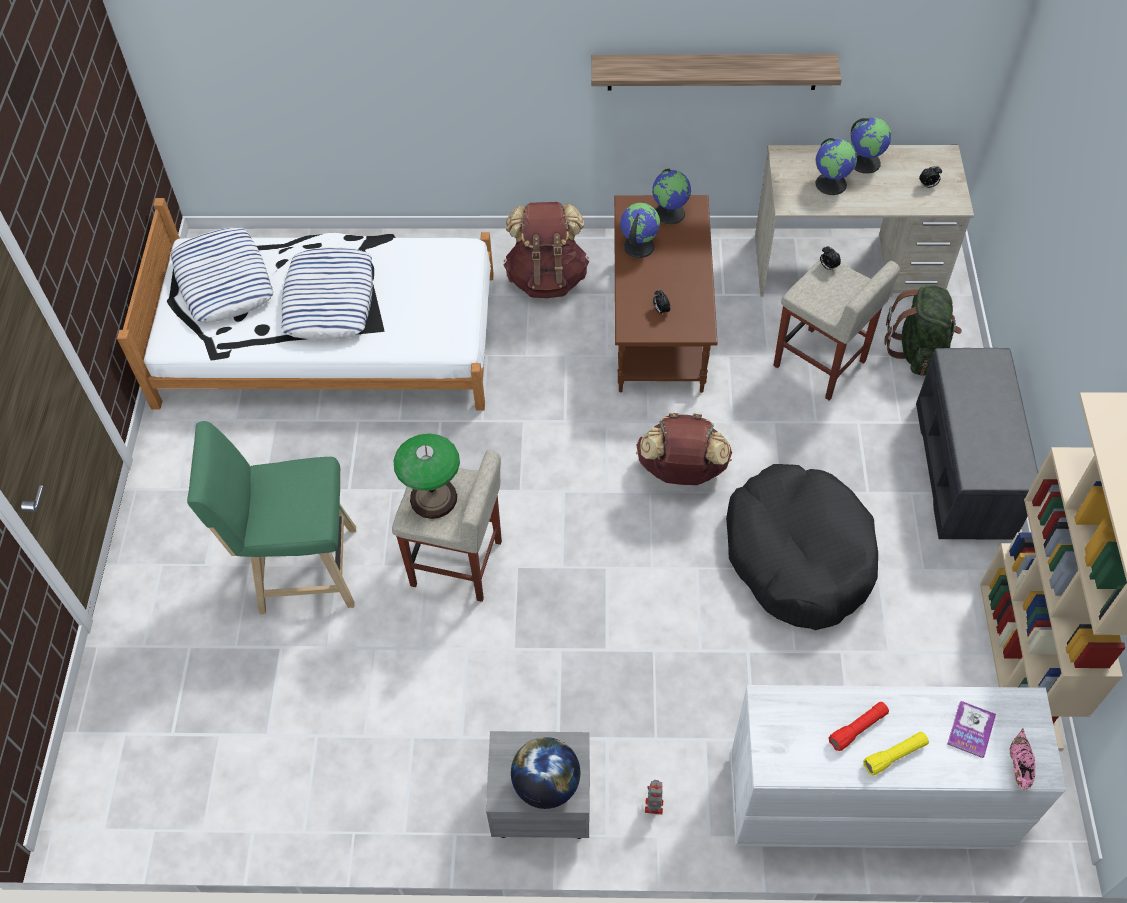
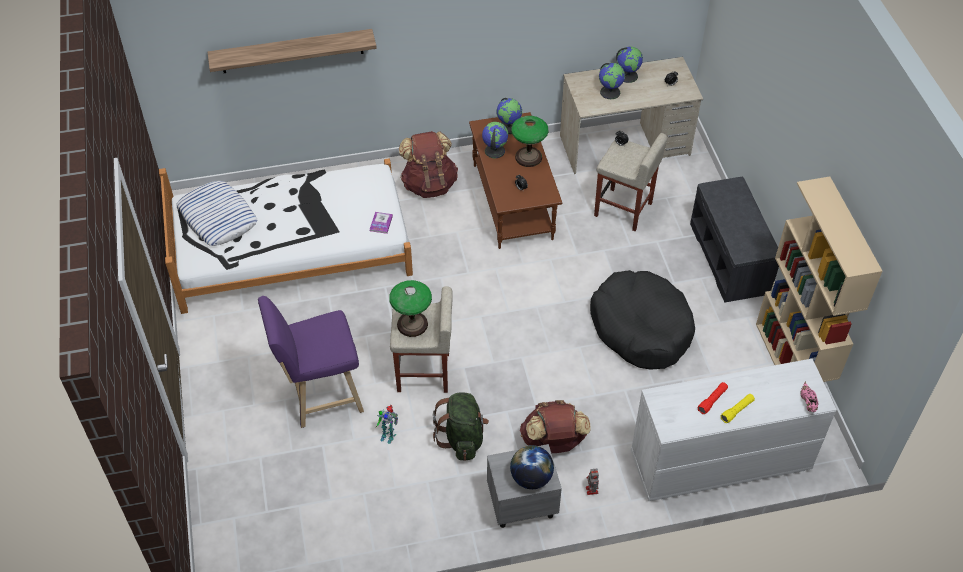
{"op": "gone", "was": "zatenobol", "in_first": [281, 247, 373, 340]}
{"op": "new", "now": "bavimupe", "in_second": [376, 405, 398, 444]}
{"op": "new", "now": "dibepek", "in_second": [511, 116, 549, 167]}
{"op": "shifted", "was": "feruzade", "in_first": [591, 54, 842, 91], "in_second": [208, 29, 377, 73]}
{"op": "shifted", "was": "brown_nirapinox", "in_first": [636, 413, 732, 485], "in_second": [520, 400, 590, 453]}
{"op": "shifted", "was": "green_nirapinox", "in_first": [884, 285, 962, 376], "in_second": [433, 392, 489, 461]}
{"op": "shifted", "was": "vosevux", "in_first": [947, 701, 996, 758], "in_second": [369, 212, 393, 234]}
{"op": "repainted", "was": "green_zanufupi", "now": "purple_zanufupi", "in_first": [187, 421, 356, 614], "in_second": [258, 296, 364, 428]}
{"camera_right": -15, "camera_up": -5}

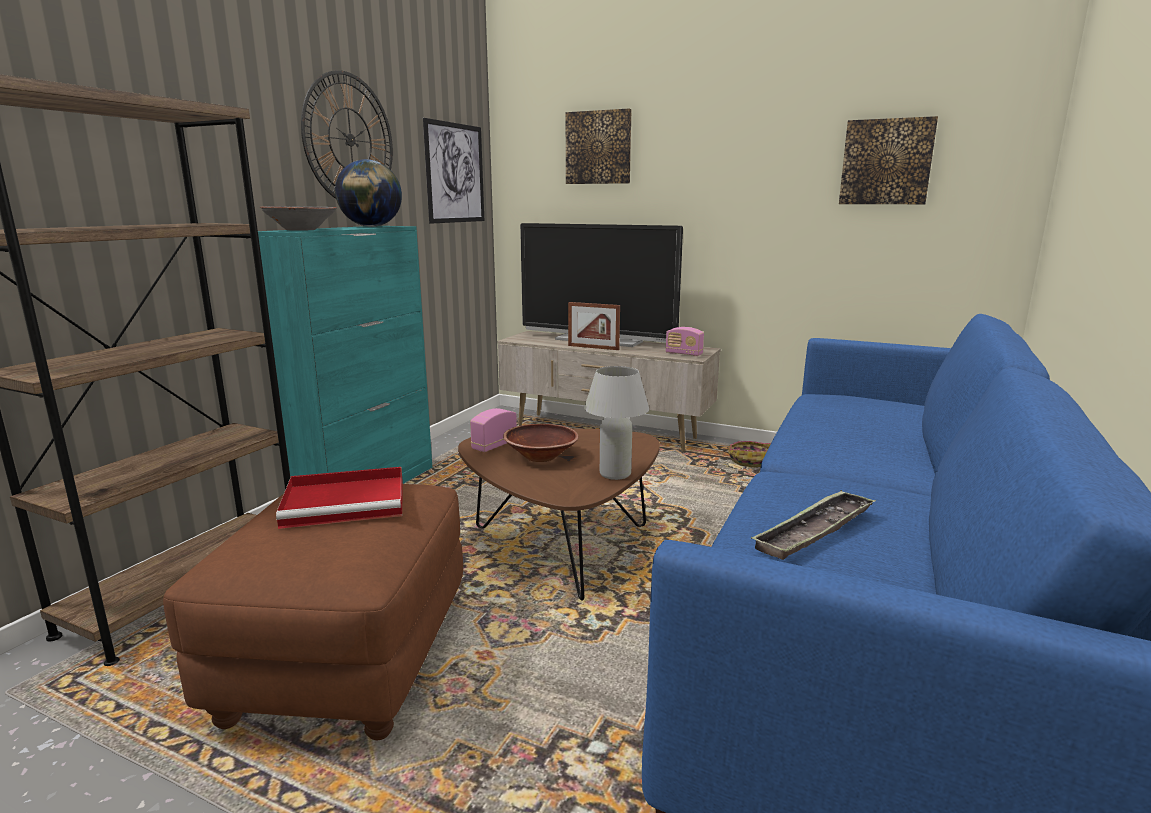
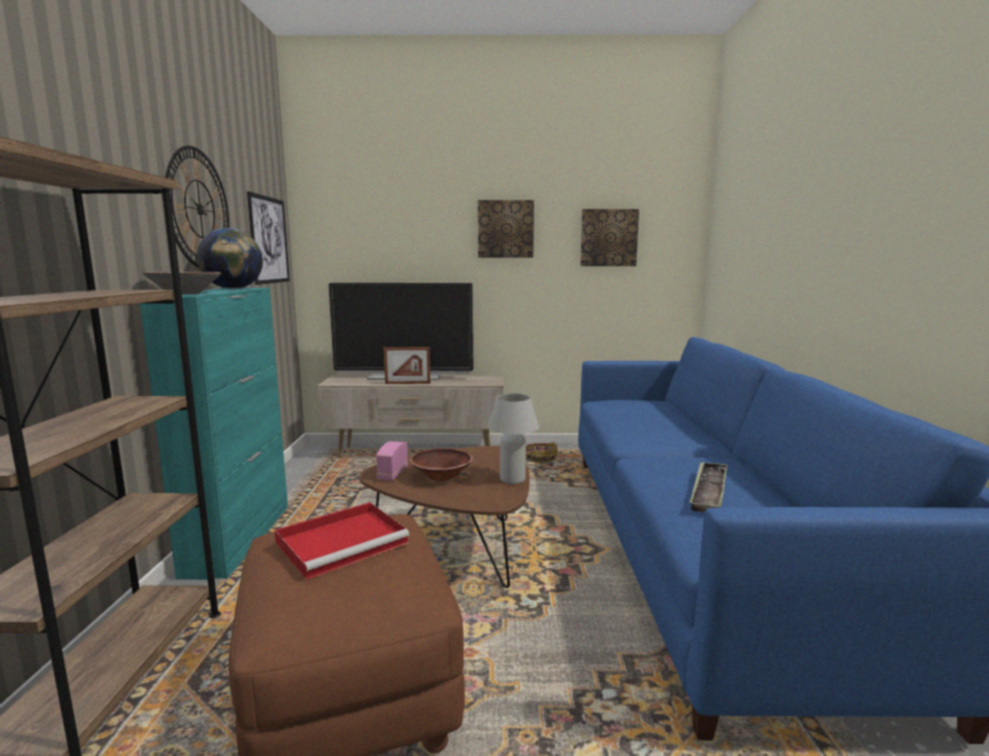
{"op": "gone", "was": "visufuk", "in_first": [665, 327, 704, 356]}
{"op": "shifted", "was": "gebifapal", "in_first": [566, 109, 632, 184], "in_second": [478, 200, 534, 258]}
{"camera_right": -25, "camera_up": -5}

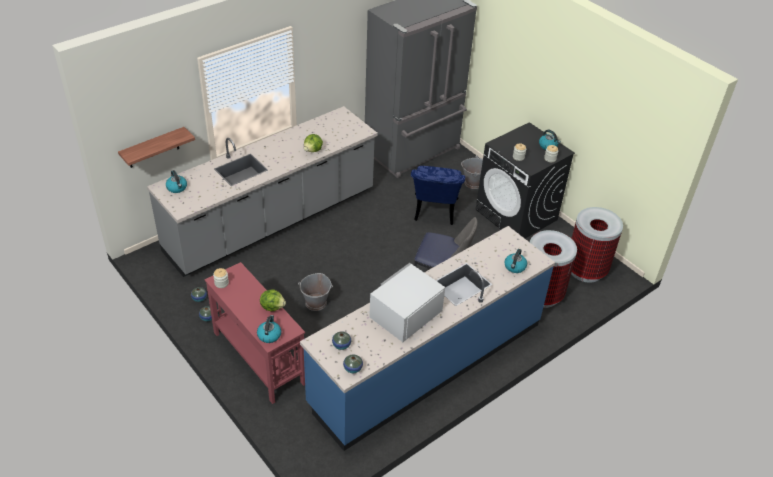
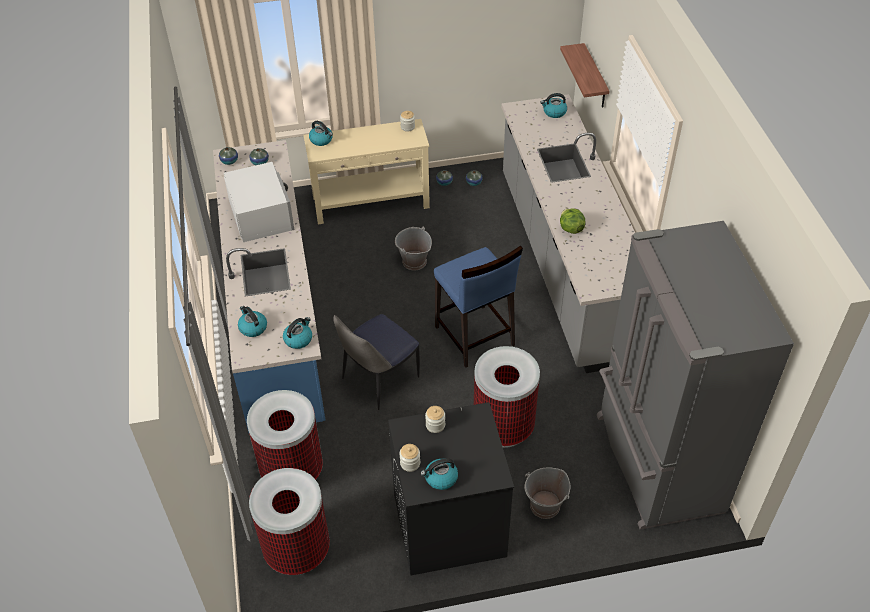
{"op": "gone", "was": "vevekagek", "in_first": [260, 289, 286, 311]}
{"op": "new", "now": "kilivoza", "in_second": [283, 317, 312, 349]}
{"op": "new", "now": "blue_zanufupi", "in_second": [434, 246, 523, 368]}
{"op": "swapped", "was": "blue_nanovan", "now": "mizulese", "in_first": [411, 166, 465, 225], "in_second": [474, 346, 540, 448]}
{"op": "repainted", "was": "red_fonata", "now": "beige_fonata", "in_first": [205, 262, 305, 404], "in_second": [304, 119, 430, 224]}
{"camera_right": 120, "camera_up": 5}

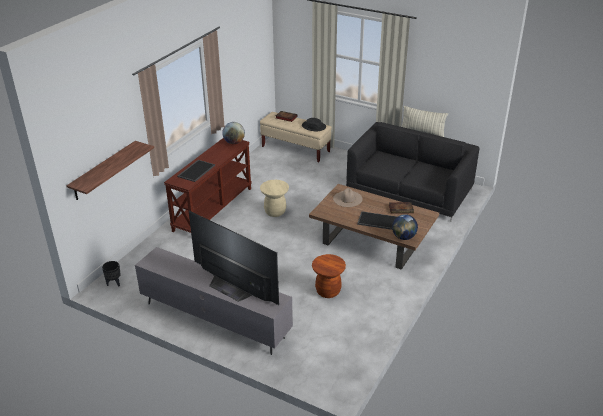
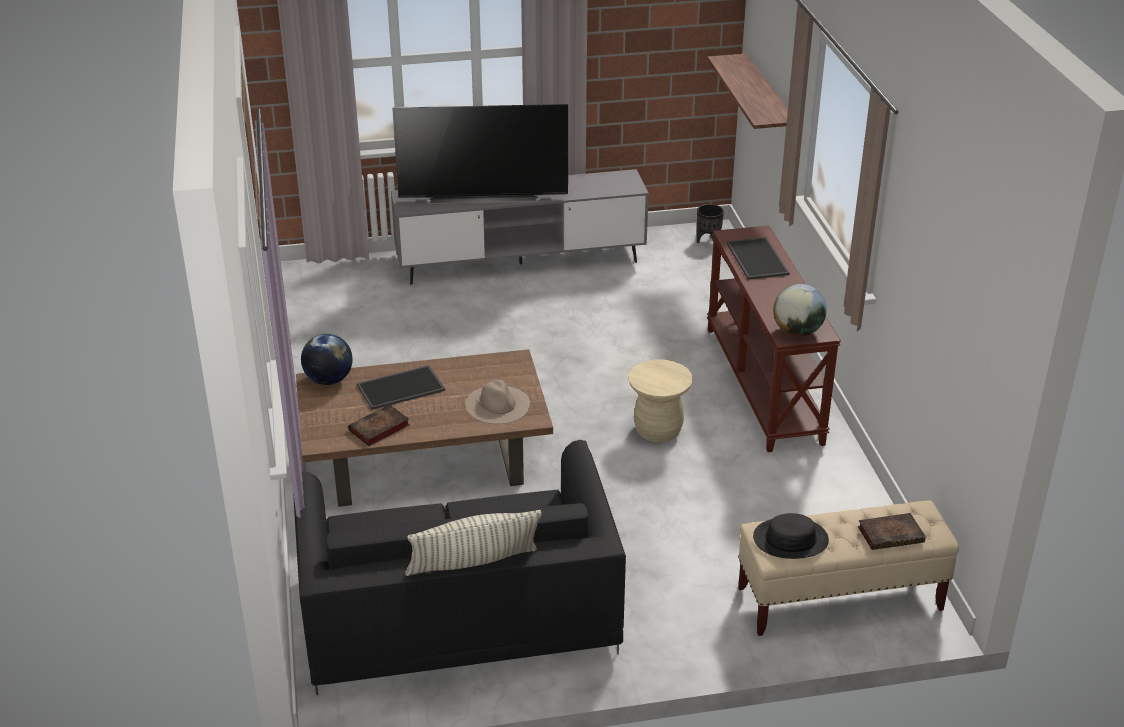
{"op": "gone", "was": "brown_zanufupi", "in_first": [312, 254, 346, 298]}
{"camera_right": 140, "camera_up": 0}

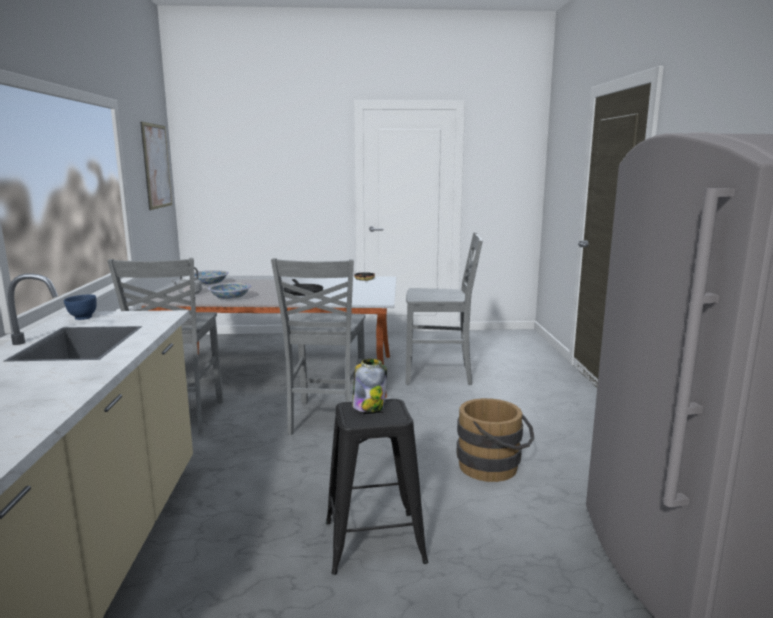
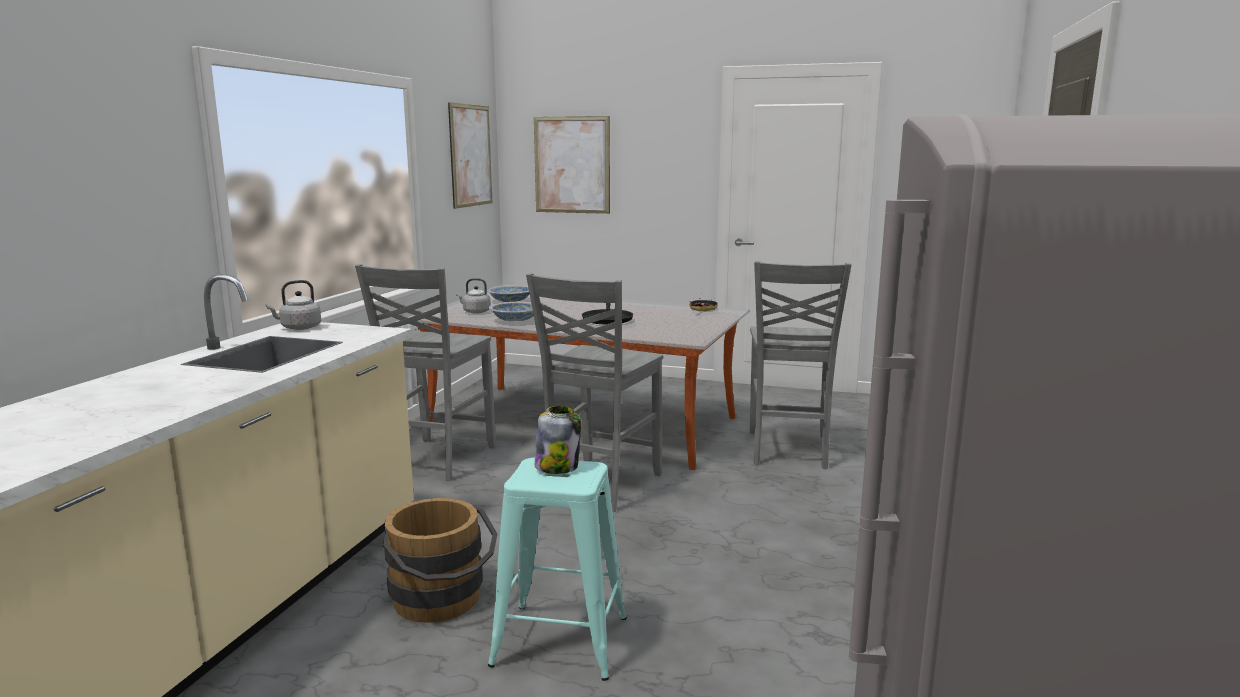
{"op": "new", "now": "gebifapal", "in_second": [534, 116, 610, 214]}
{"op": "shifted", "was": "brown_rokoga", "in_first": [456, 398, 535, 482], "in_second": [383, 498, 497, 623]}
{"op": "swapped", "was": "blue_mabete", "now": "grey_kilivoza", "in_first": [64, 295, 97, 320], "in_second": [266, 280, 321, 330]}
{"op": "repainted", "was": "black_zanufupi", "now": "turquoise_zanufupi", "in_first": [326, 399, 428, 575], "in_second": [488, 458, 627, 681]}
{"op": "rotated", "was": "grey_nanovan", "in_first": [406, 233, 483, 385], "in_second": [750, 261, 851, 469], "clockwise": 75}
{"camera_right": 20, "camera_up": 0}

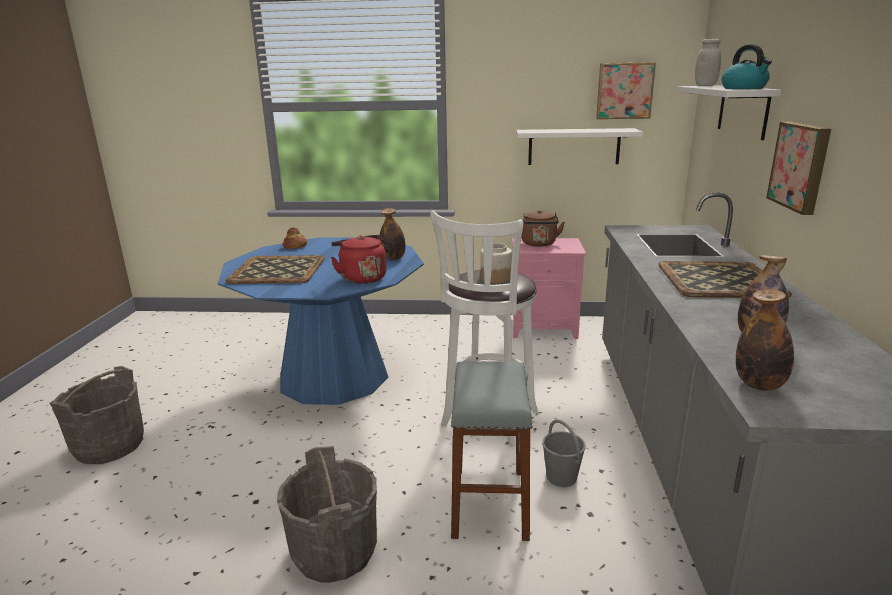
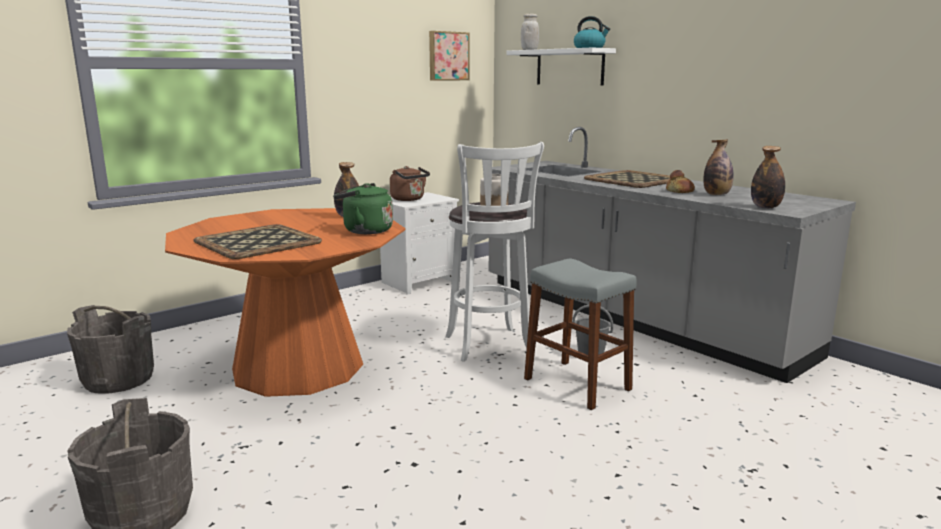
{"op": "gone", "was": "white_feruzade", "in_first": [516, 128, 643, 165]}
{"op": "gone", "was": "gebifapal", "in_first": [766, 122, 831, 215]}
{"op": "shifted", "was": "grey_rokoga", "in_first": [277, 446, 377, 583], "in_second": [67, 305, 154, 394]}
{"op": "shifted", "was": "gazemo", "in_first": [283, 227, 307, 249], "in_second": [666, 170, 695, 193]}
{"op": "repainted", "was": "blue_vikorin", "now": "orange_vikorin", "in_first": [218, 237, 424, 405], "in_second": [165, 208, 405, 397]}
{"op": "repainted", "was": "red_kilivoza", "now": "green_kilivoza", "in_first": [331, 235, 387, 284], "in_second": [333, 183, 393, 234]}
{"op": "repainted", "was": "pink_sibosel", "now": "white_sibosel", "in_first": [512, 238, 586, 339], "in_second": [380, 192, 459, 295]}
{"camera_right": -45, "camera_up": -5}

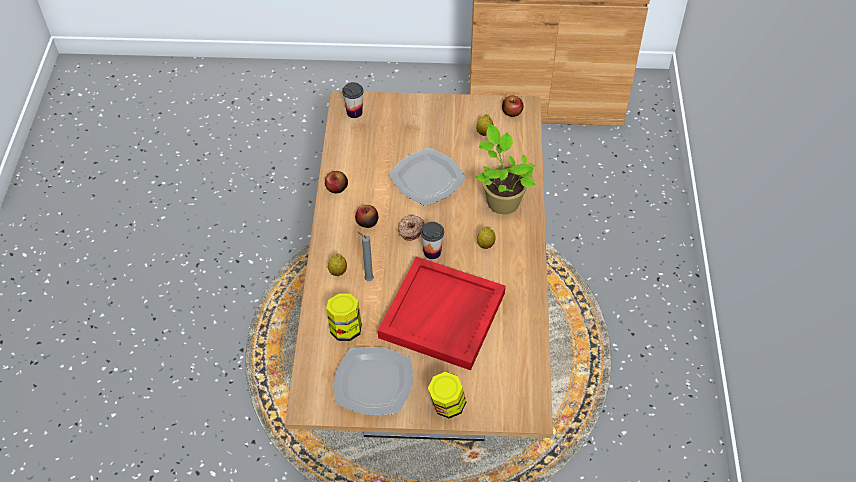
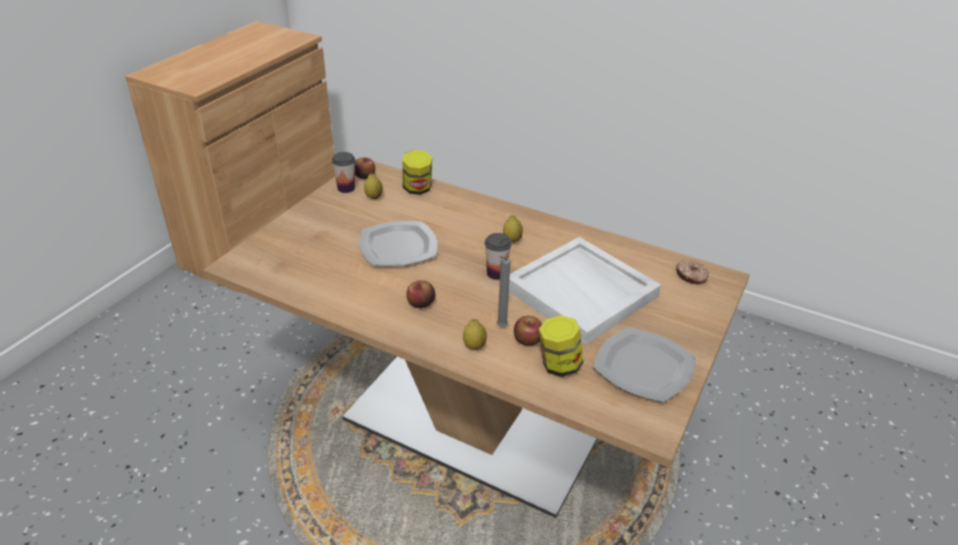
{"op": "gone", "was": "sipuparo", "in_first": [475, 124, 536, 214]}
{"op": "shifted", "was": "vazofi", "in_first": [325, 171, 348, 193], "in_second": [514, 316, 542, 346]}
{"op": "shifted", "was": "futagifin", "in_first": [342, 82, 364, 118], "in_second": [332, 152, 355, 193]}
{"op": "shifted", "was": "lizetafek", "in_first": [398, 215, 424, 241], "in_second": [676, 259, 709, 285]}
{"op": "shifted", "was": "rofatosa", "in_first": [428, 372, 466, 418], "in_second": [402, 150, 432, 195]}
{"op": "repainted", "was": "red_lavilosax", "now": "white_lavilosax", "in_first": [378, 257, 506, 370], "in_second": [509, 237, 661, 345]}
{"camera_right": -65, "camera_up": -15}

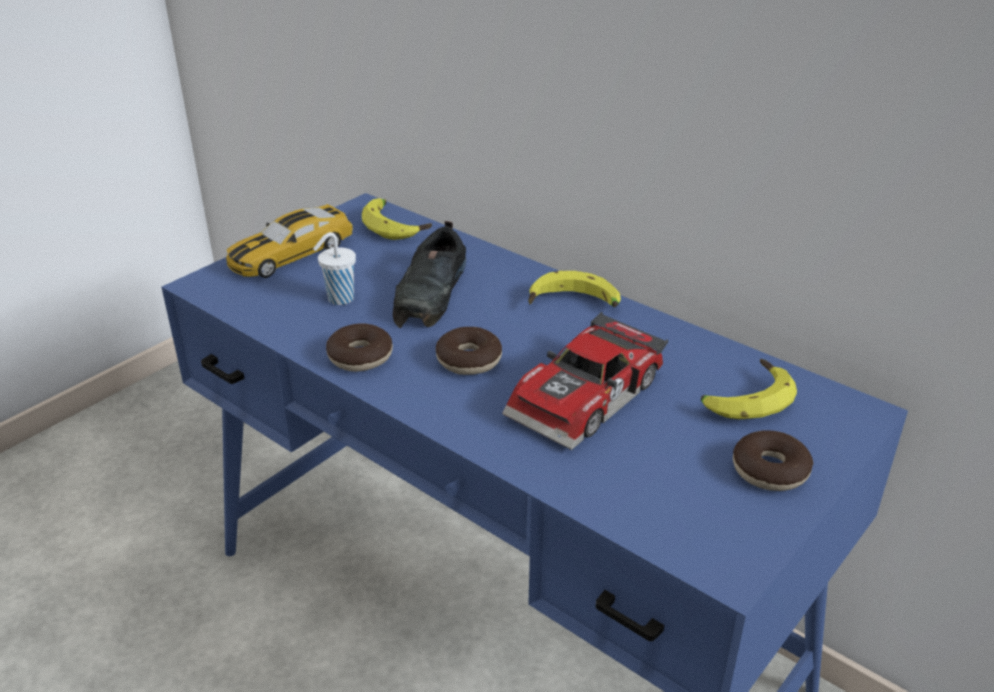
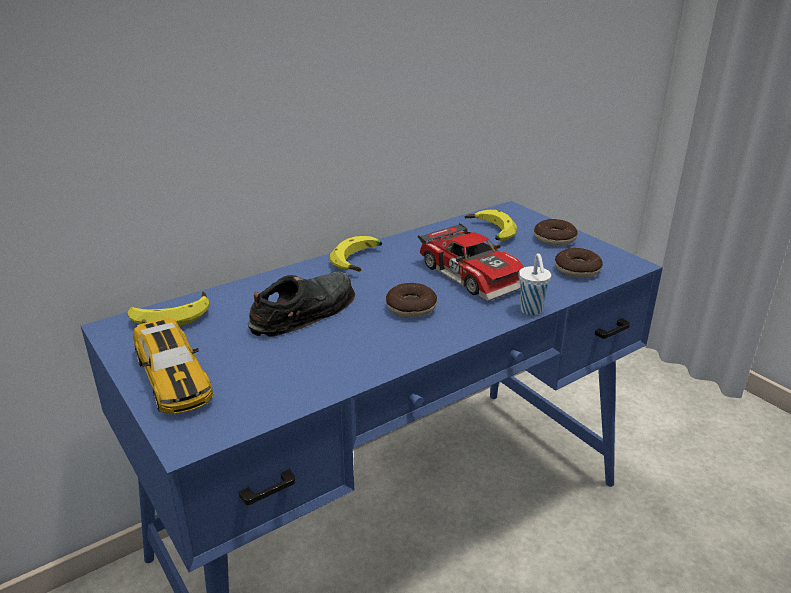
{"op": "shifted", "was": "white_futagifin", "in_first": [313, 232, 356, 305], "in_second": [519, 253, 551, 315]}
{"op": "shifted", "was": "lizetafek", "in_first": [326, 323, 393, 372], "in_second": [555, 248, 603, 278]}
{"op": "rotated", "was": "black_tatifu", "in_first": [393, 221, 466, 328], "in_second": [248, 272, 355, 337], "clockwise": -75}
{"camera_right": -75, "camera_up": -5}

